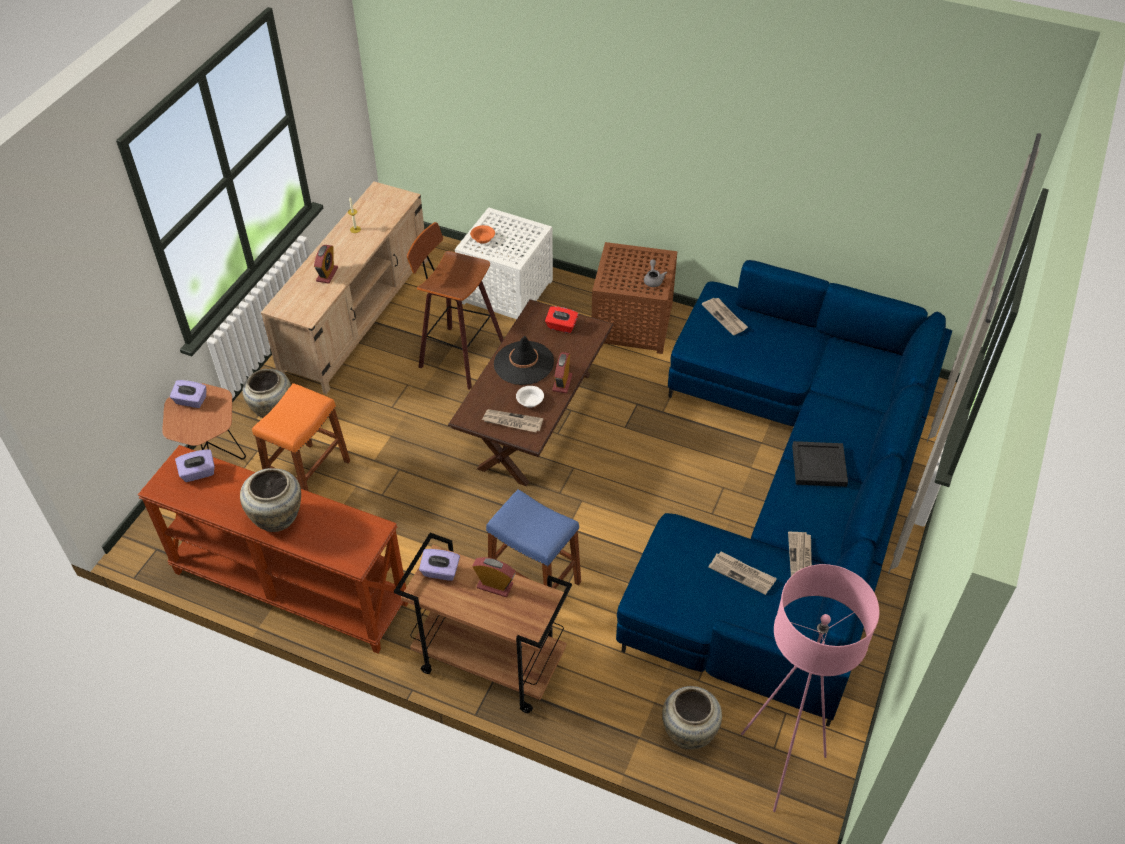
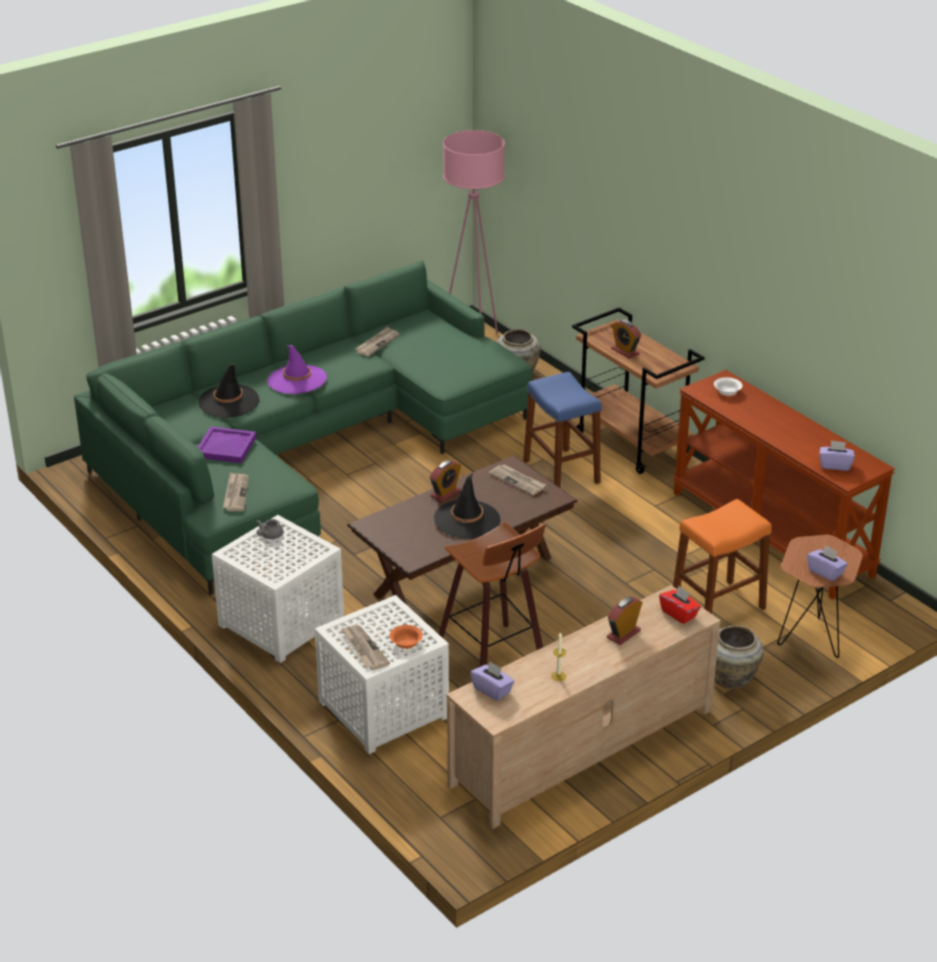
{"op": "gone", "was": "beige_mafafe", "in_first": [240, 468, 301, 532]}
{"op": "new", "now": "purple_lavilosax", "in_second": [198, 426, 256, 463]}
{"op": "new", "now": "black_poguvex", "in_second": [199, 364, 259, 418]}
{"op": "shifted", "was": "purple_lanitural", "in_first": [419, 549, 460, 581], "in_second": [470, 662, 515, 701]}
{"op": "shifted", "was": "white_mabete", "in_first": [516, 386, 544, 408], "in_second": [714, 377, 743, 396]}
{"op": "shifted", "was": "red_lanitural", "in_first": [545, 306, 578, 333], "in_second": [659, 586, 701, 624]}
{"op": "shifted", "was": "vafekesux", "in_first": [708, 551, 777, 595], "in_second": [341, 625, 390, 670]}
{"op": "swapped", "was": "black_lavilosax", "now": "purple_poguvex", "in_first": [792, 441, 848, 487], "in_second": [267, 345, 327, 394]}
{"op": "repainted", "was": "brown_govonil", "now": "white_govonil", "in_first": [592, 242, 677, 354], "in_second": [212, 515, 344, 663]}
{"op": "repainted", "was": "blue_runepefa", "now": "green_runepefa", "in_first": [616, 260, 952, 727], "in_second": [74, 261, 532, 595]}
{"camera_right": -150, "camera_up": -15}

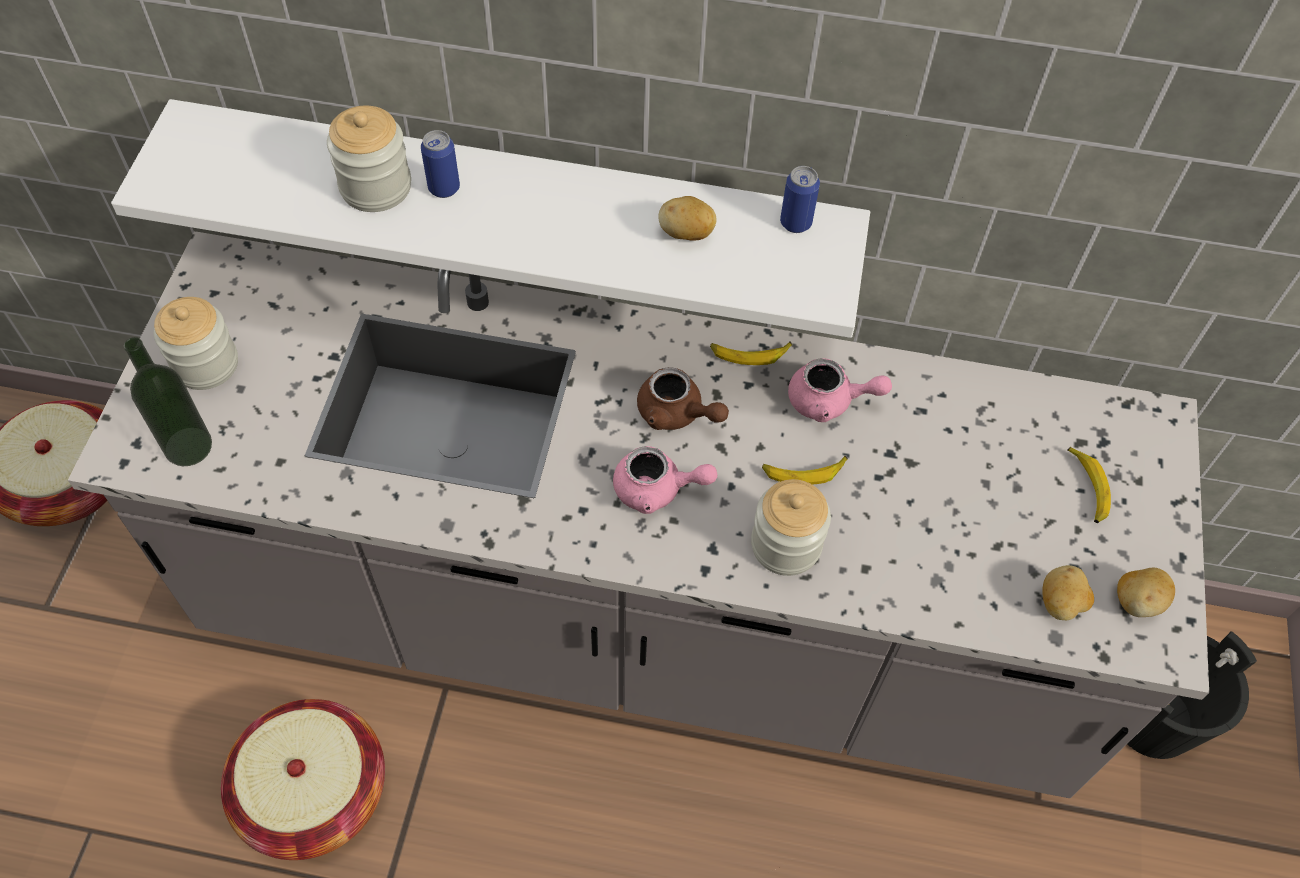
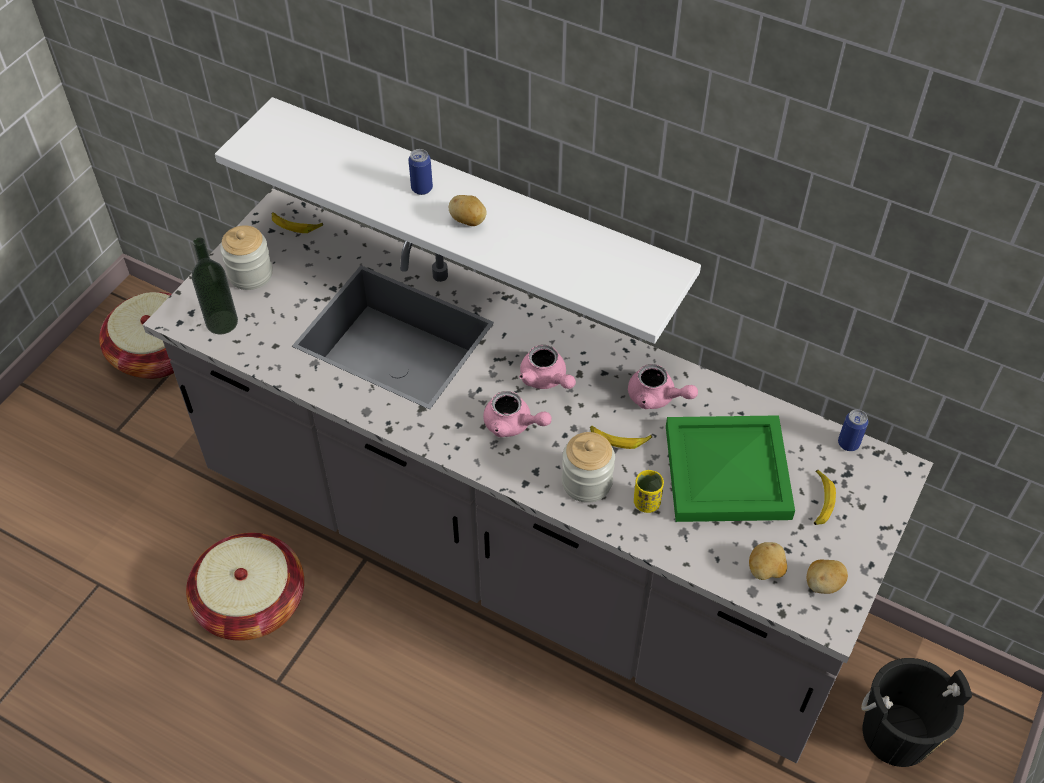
{"op": "gone", "was": "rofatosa", "in_first": [327, 106, 411, 212]}
{"op": "new", "now": "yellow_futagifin", "in_second": [634, 470, 664, 513]}
{"op": "new", "now": "green_lavilosax", "in_second": [666, 415, 795, 522]}
{"op": "shifted", "was": "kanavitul", "in_first": [658, 196, 717, 241], "in_second": [449, 195, 487, 226]}
{"op": "shifted", "was": "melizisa", "in_first": [710, 341, 792, 365], "in_second": [272, 212, 323, 233]}
{"op": "shifted", "was": "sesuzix", "in_first": [780, 166, 820, 233], "in_second": [838, 409, 868, 451]}
{"op": "repainted", "was": "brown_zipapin", "now": "pink_zipapin", "in_first": [637, 367, 729, 430], "in_second": [519, 345, 576, 389]}
{"camera_right": 20, "camera_up": -5}

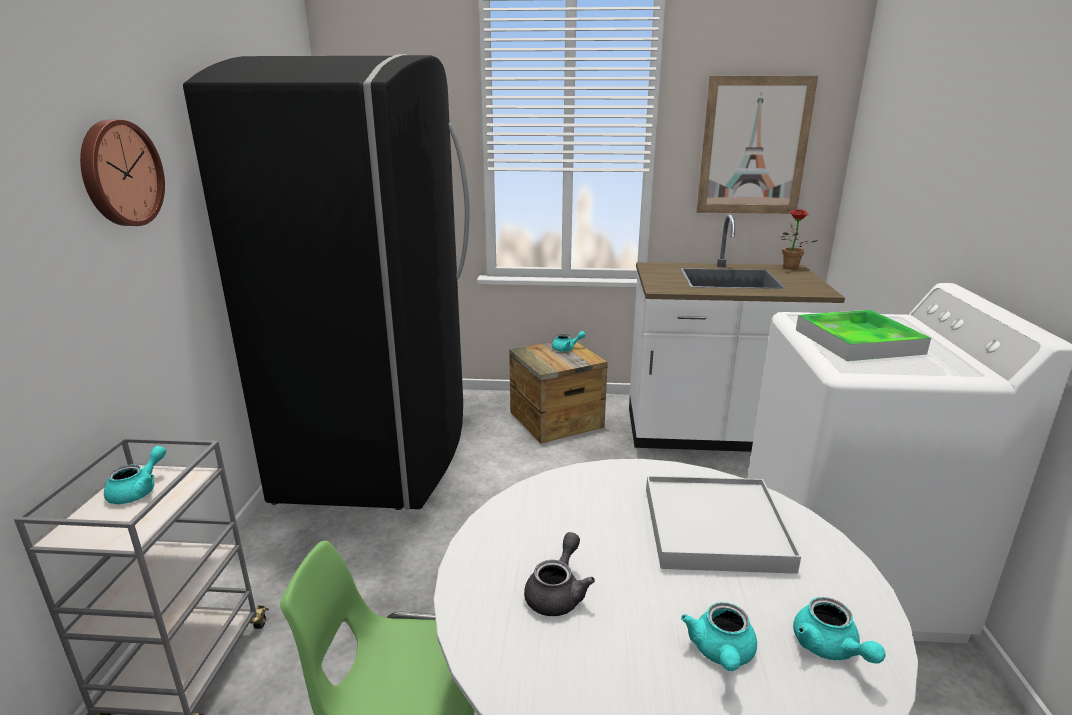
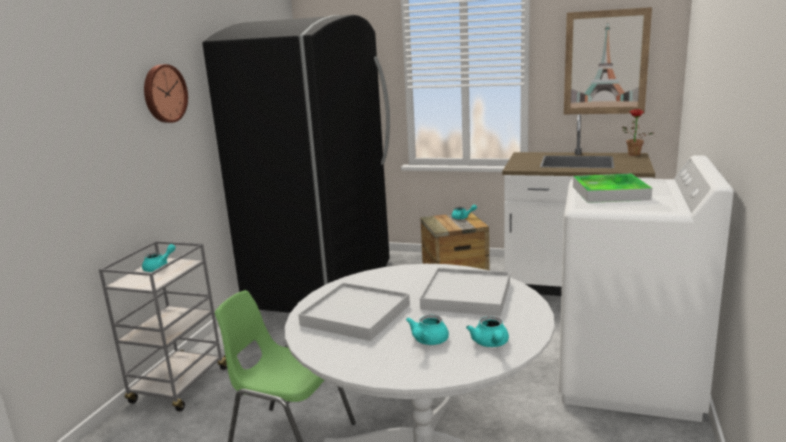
{"op": "swapped", "was": "grey_zipapin", "now": "white_lavilosax", "in_first": [524, 532, 595, 616], "in_second": [298, 283, 410, 341]}
{"camera_right": 15, "camera_up": -5}

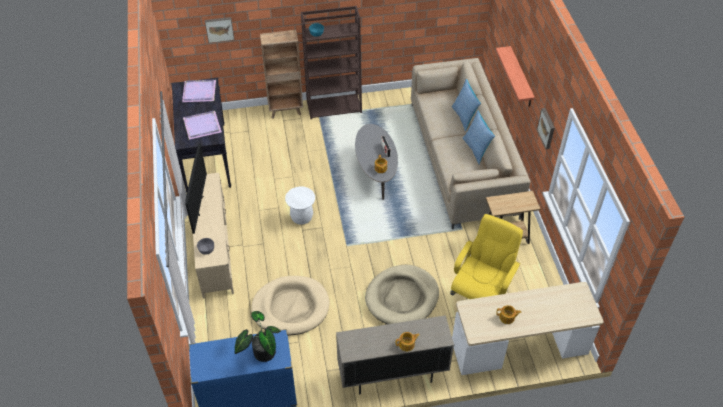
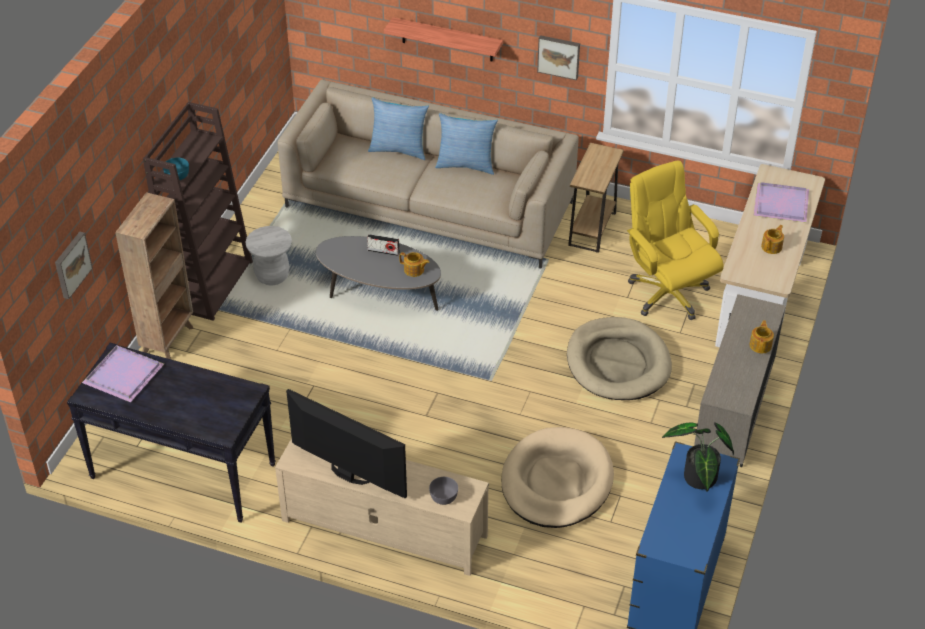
{"op": "shifted", "was": "purple_lavilosax", "in_first": [183, 111, 222, 140], "in_second": [754, 182, 809, 222]}
{"op": "shifted", "was": "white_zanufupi", "in_first": [285, 186, 315, 225], "in_second": [245, 226, 292, 285]}
{"camera_right": -60, "camera_up": -5}

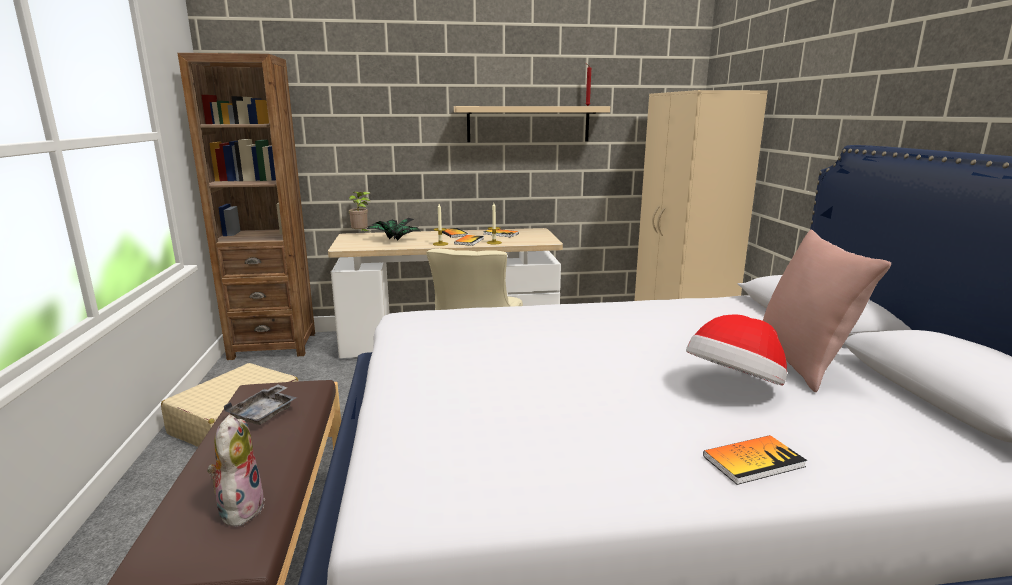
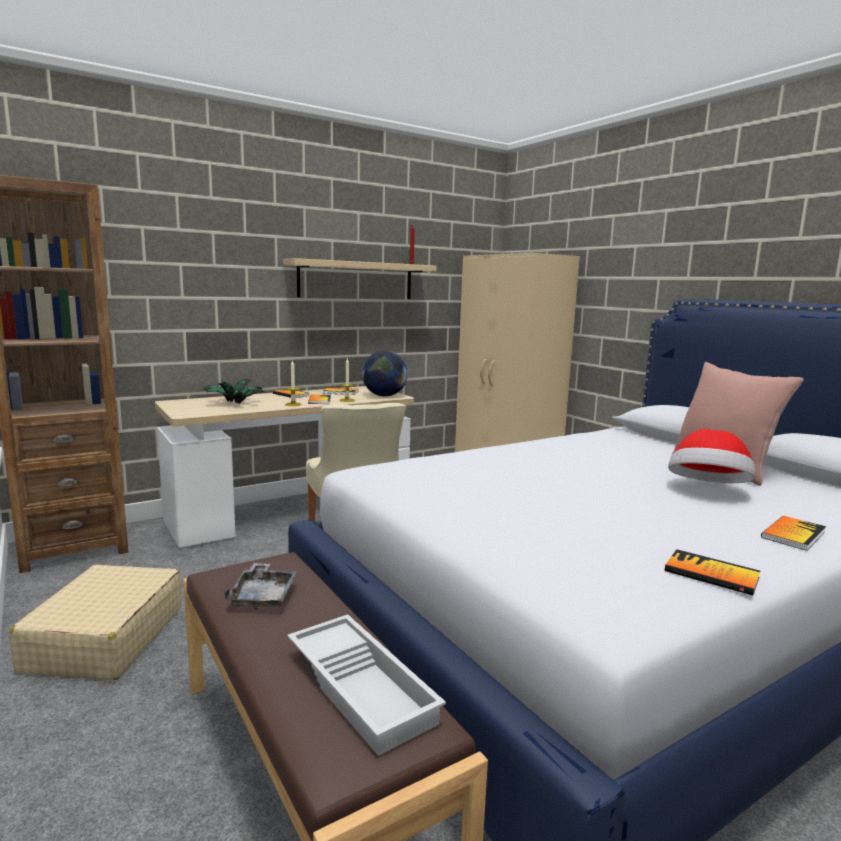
{"op": "gone", "was": "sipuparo", "in_first": [349, 192, 370, 231]}
{"op": "new", "now": "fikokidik", "in_second": [362, 350, 408, 396]}
{"op": "new", "now": "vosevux", "in_second": [665, 549, 760, 595]}
{"op": "swapped", "was": "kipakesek", "now": "white_lavilosax", "in_first": [207, 415, 265, 527], "in_second": [287, 614, 446, 756]}
{"camera_right": -25, "camera_up": -5}

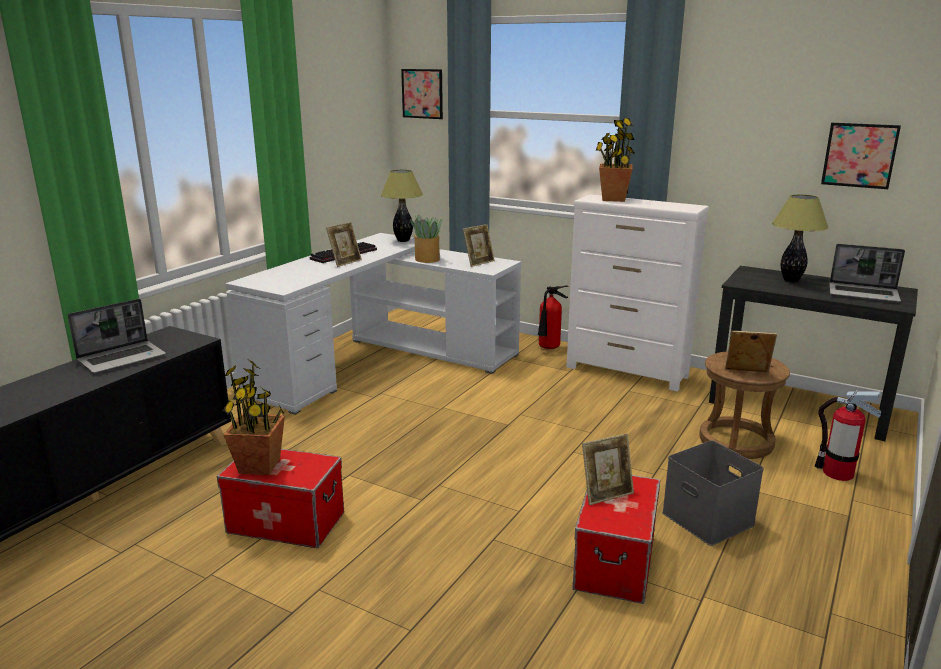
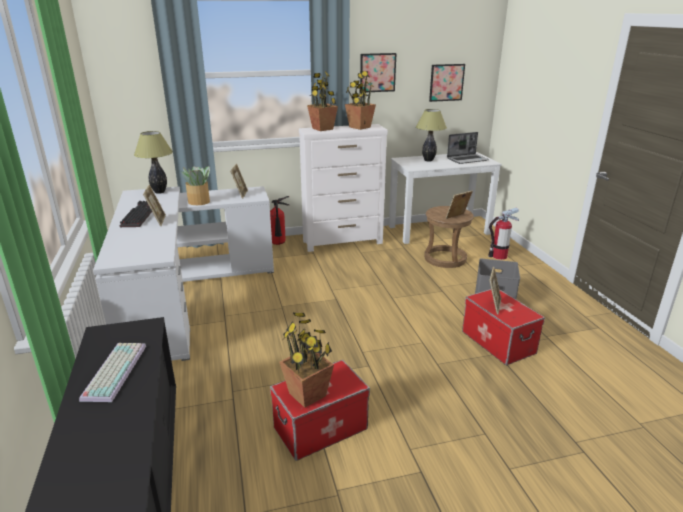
{"op": "new", "now": "sipuparo", "in_second": [345, 71, 376, 130]}
{"op": "shifted", "was": "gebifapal", "in_first": [401, 69, 443, 119], "in_second": [360, 53, 396, 92]}
{"op": "swapped", "was": "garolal", "now": "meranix", "in_first": [68, 299, 166, 373], "in_second": [79, 343, 146, 402]}
{"op": "repainted", "was": "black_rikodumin", "now": "white_rikodumin", "in_first": [709, 266, 918, 441], "in_second": [389, 152, 502, 244]}
{"camera_right": -45, "camera_up": 5}

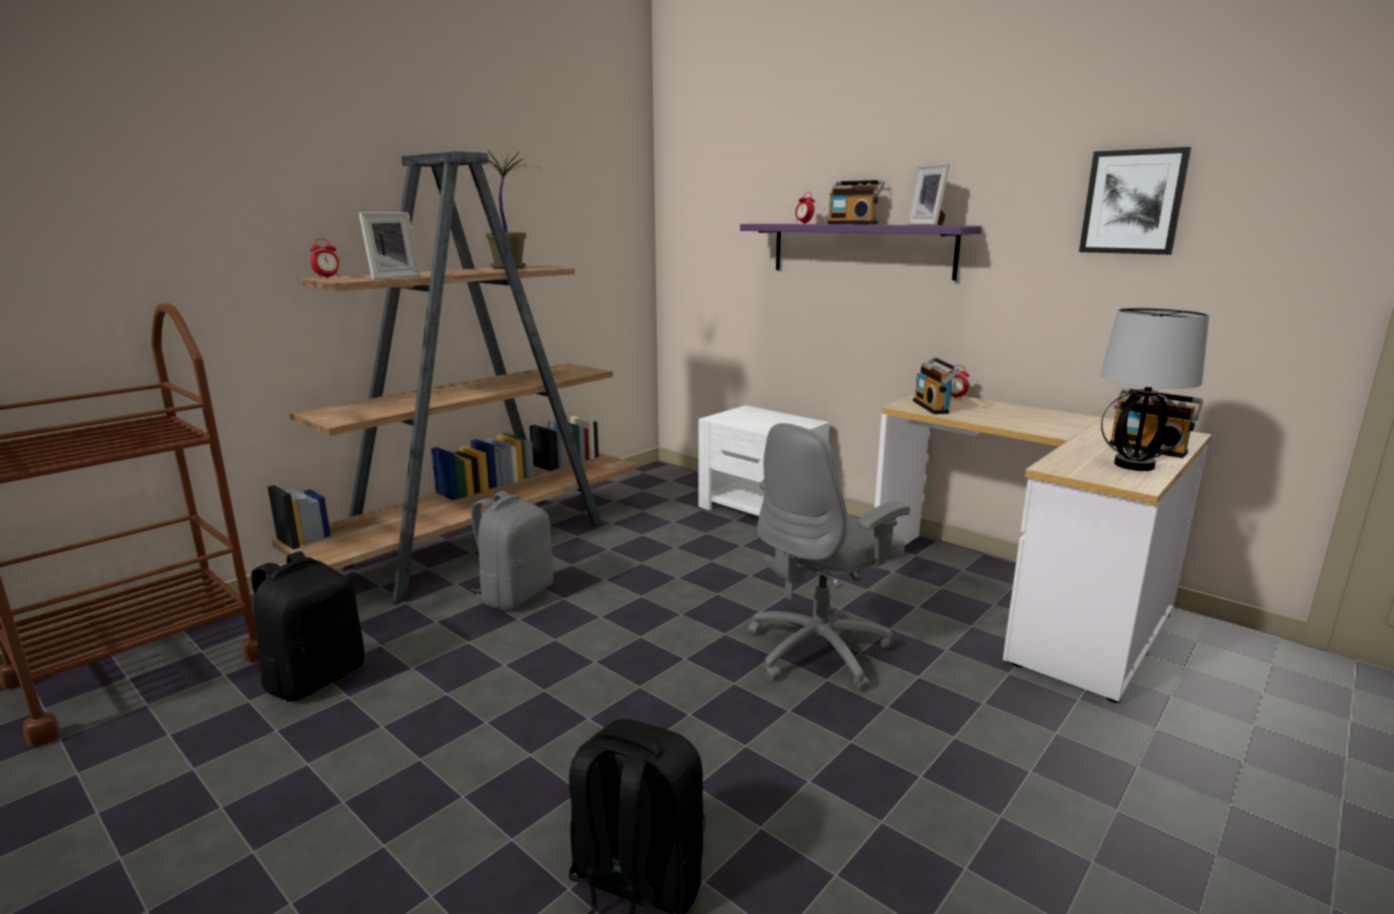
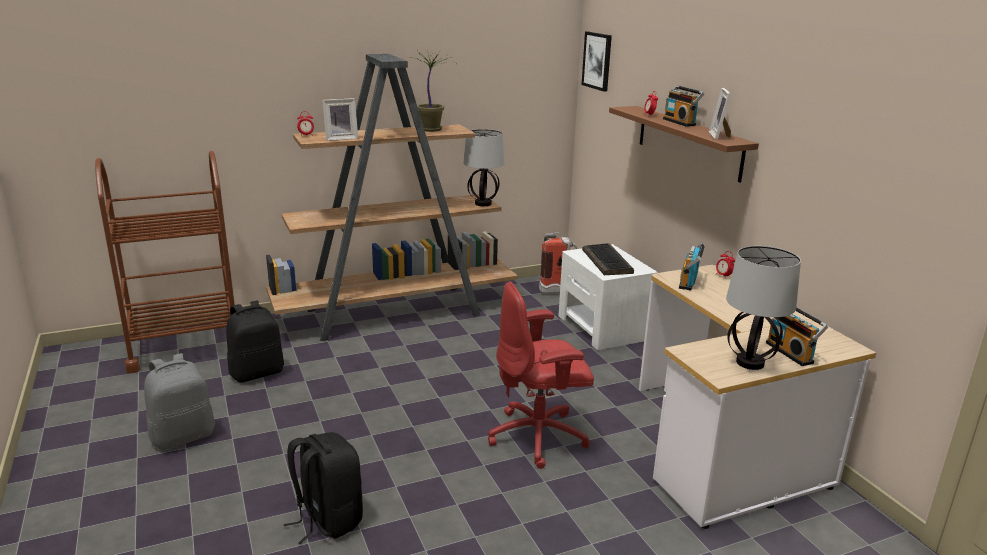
{"op": "new", "now": "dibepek", "in_second": [463, 129, 504, 206]}
{"op": "new", "now": "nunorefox", "in_second": [539, 232, 577, 294]}
{"op": "new", "now": "meranix", "in_second": [582, 243, 634, 275]}
{"op": "shifted", "was": "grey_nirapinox", "in_first": [471, 491, 553, 610], "in_second": [144, 353, 215, 450]}
{"op": "shifted", "was": "gebifapal", "in_first": [1079, 147, 1191, 255], "in_second": [581, 31, 612, 92]}
{"op": "repainted", "was": "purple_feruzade", "now": "brown_feruzade", "in_first": [740, 224, 982, 280], "in_second": [609, 106, 759, 183]}
{"op": "repainted", "was": "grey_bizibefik", "now": "red_bizibefik", "in_first": [748, 423, 910, 691], "in_second": [488, 282, 594, 469]}
{"camera_right": 25, "camera_up": 5}

